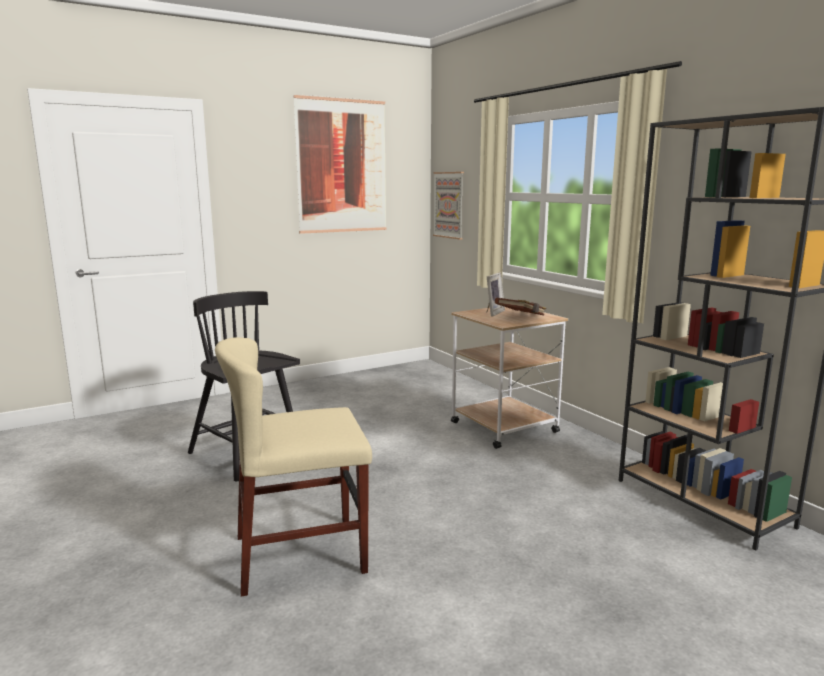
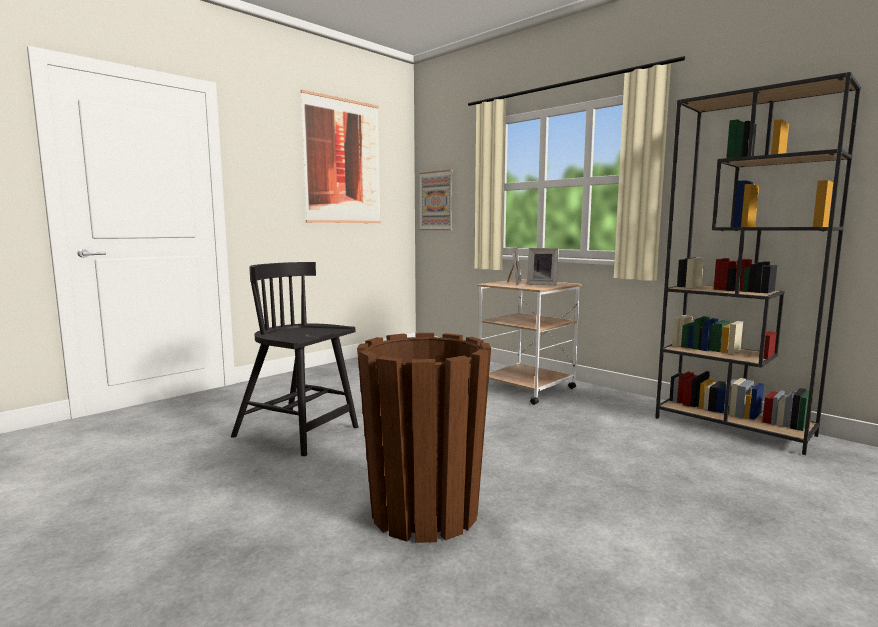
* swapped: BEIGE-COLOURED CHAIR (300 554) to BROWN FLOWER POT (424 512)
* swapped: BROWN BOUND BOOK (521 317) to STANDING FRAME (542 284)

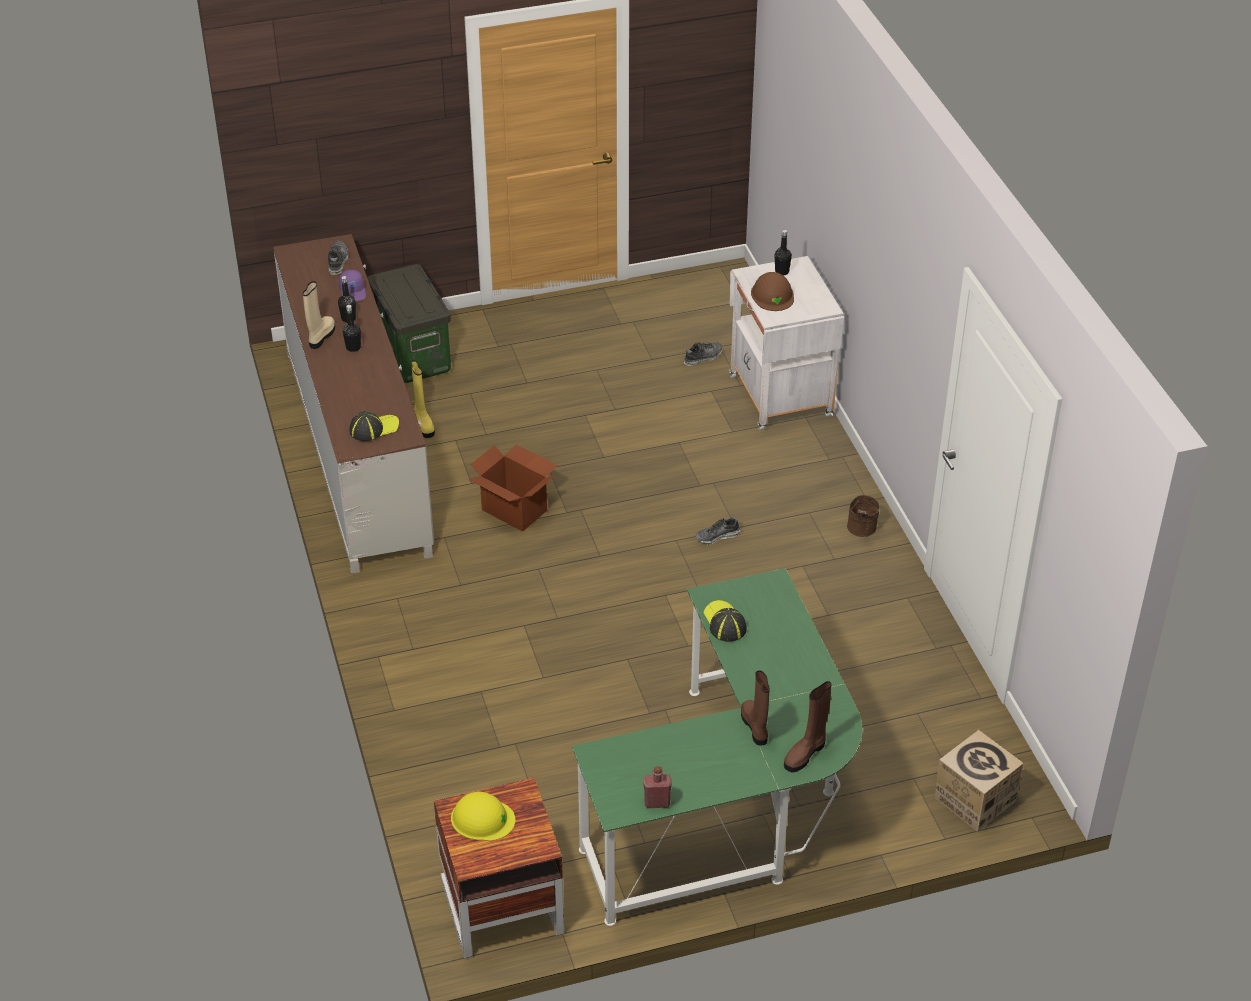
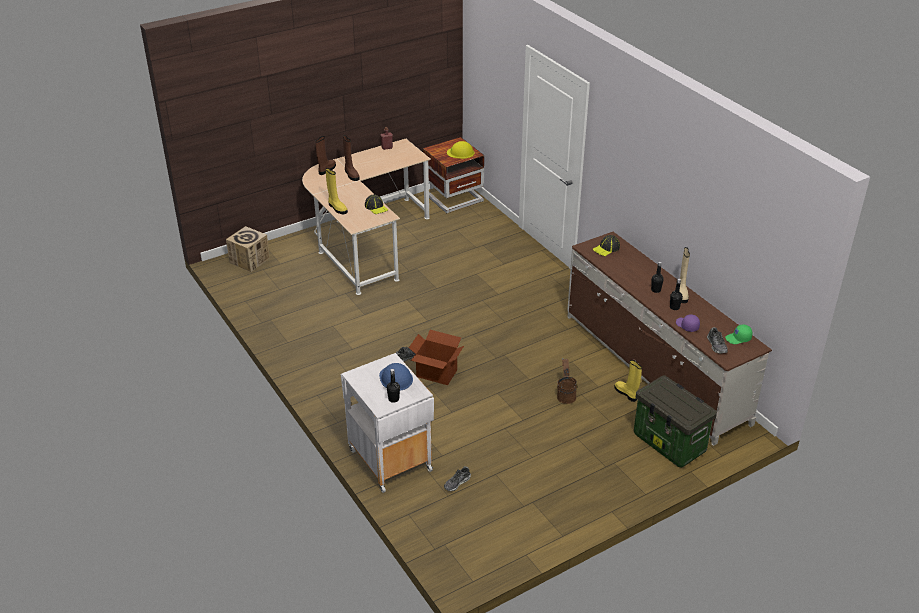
* new: YELLOW TALL BOOT (337 208)
* new: GREEN BASEBALL CAP (738 338)
* shifted: CARDBOARD BOX (514 510) to (436 374)
* shifted: BROWN WATER BUCKET (861 531) to (565 395)
* repainted: GREEN DESK (733 806) to BEIGE-COLOURED DESK (365 241)
* repainted: BROWN WORK HELMET (772 295) to BLUISH WORK HELMET (396 378)

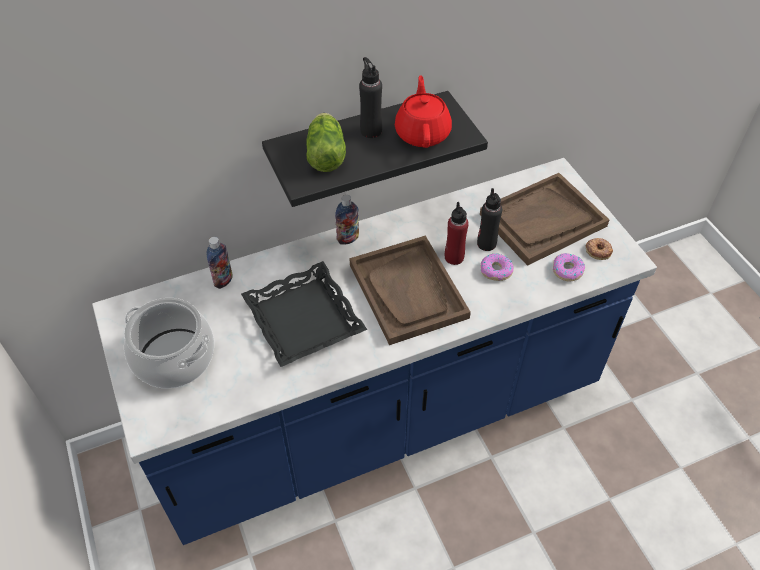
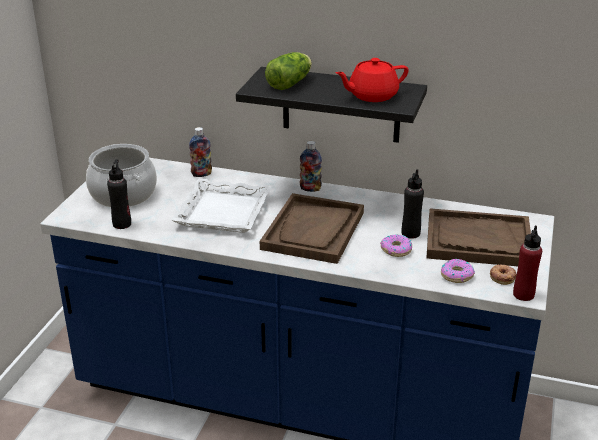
* shifted: BLACKISH BEVERAGE BOTTLE (371 131) to (122 224)
* shifted: REDDISH BEVERAGE BOTTLE (454 257) to (523 294)
* repainted: BLACKISH SERVING TRAY (303 319) to WHITE SERVING TRAY (222 212)
* rotated: REDDISH TEAPOT (422 133) = (372 96) 150 degrees counterclockwise

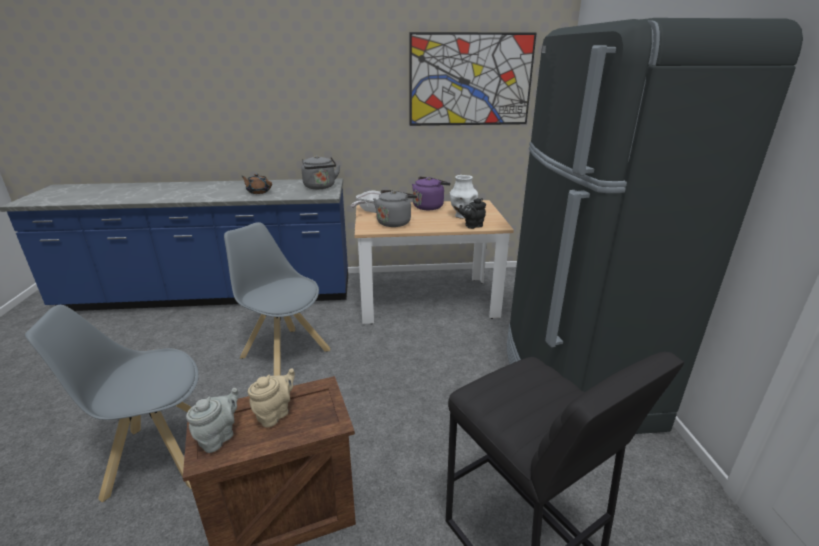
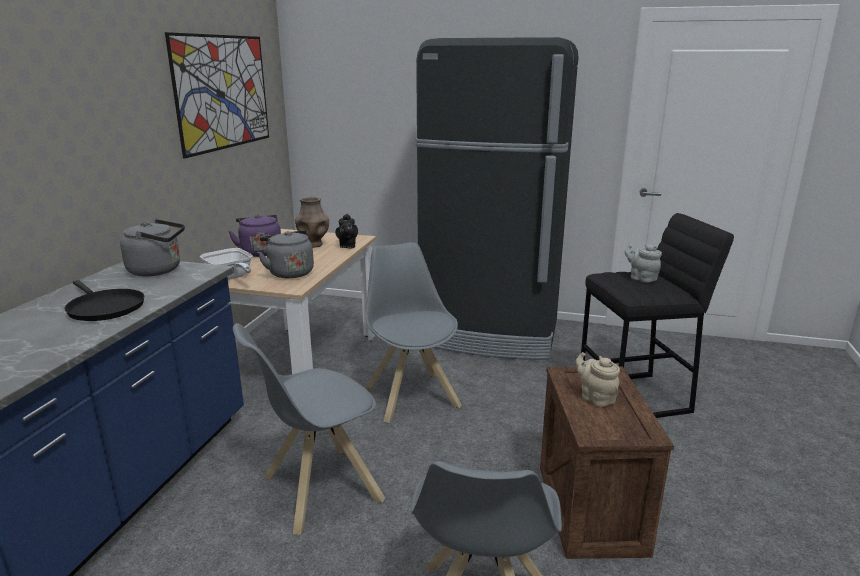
* new: GREYISH CHAIR (411 395)
* shifted: GREYISH TEAPOT (219 437) to (641 278)
* swapped: BROWN TEAPOT (258 192) to BLACKISH PAN (104 308)
* repainted: WHITE DECORATIVE VASE (462 216) to BROWN DECORATIVE VASE (313 245)

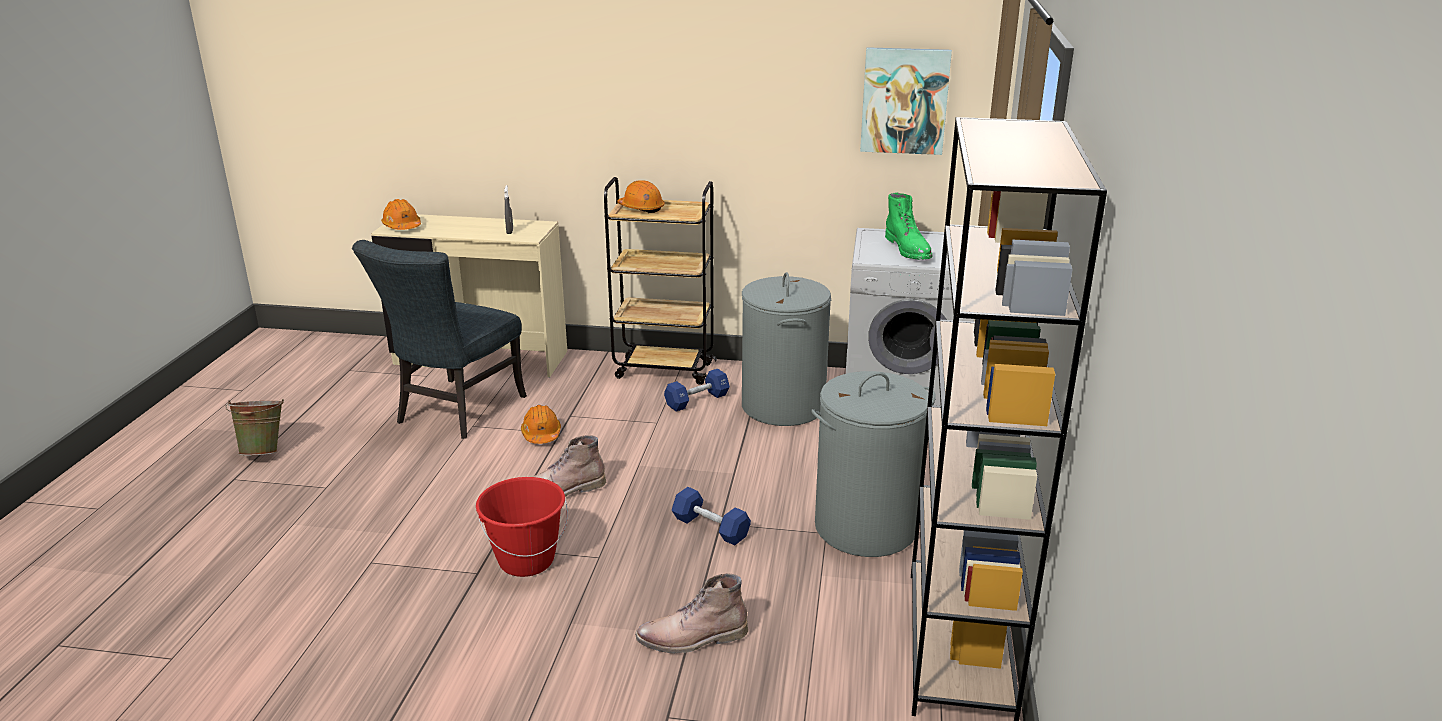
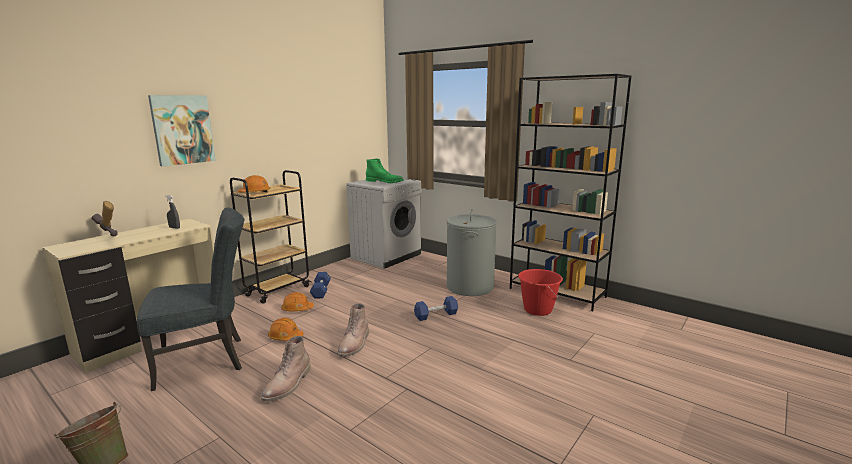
* gone: GREYISH LAUNDRY BASKET (782 406)
* new: HAMMER (108 241)
* shifted: ORANGE-COLOURED WORK HELMET (402 226) to (297 309)
* shifted: REDDISH WATER BUCKET (526 560) to (537 310)
* shifted: BROWN TALL BOOT (692 638) to (288 385)
* shifted: WALL ART (904 101) to (182 129)
* rotated: GREYISH CHAIR (455 412) = (207 360) 75 degrees counterclockwise

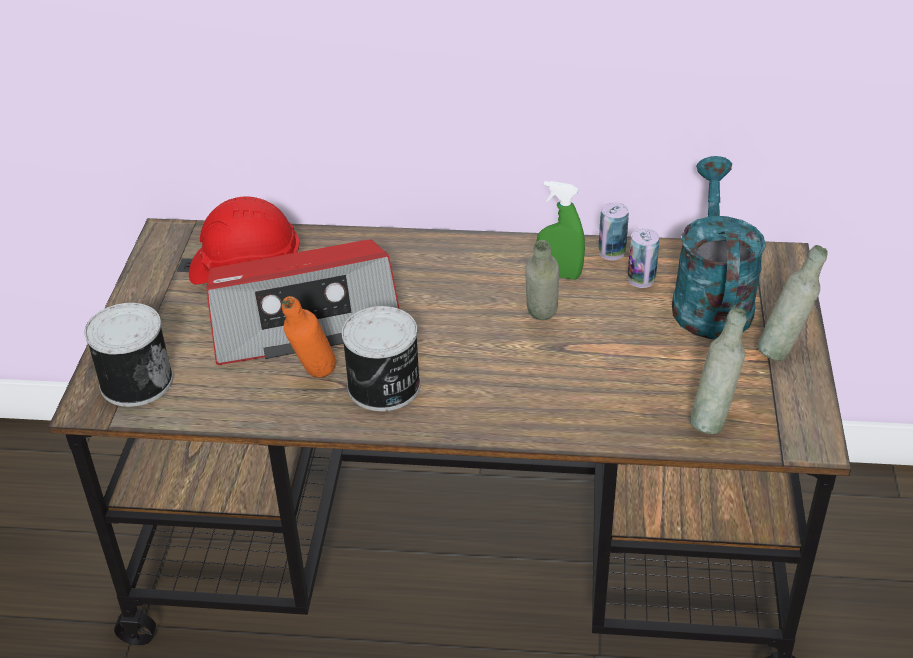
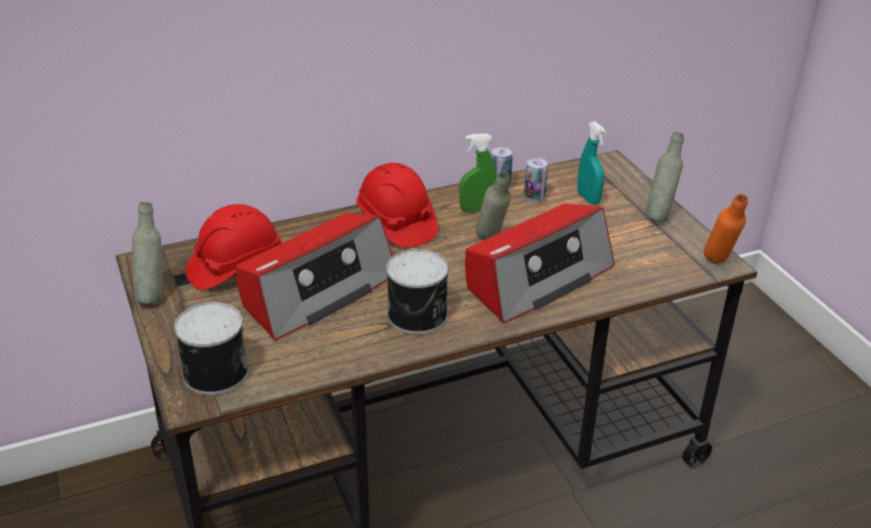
* new: REDDISH WORK HELMET (396 224)
* new: RADIO RECEIVER (537 278)
* shifted: ORANGE-COLOURED BEVERAGE BOTTLE (314 380) to (718 266)
* shifted: GREYISH BEVERAGE BOTTLE (712 420) to (153 295)
* swapped: TURQUOISE-COLOURED SPRINKLING CAN (710 299) to TURQUOISE-COLOURED SPRAYER (588 198)

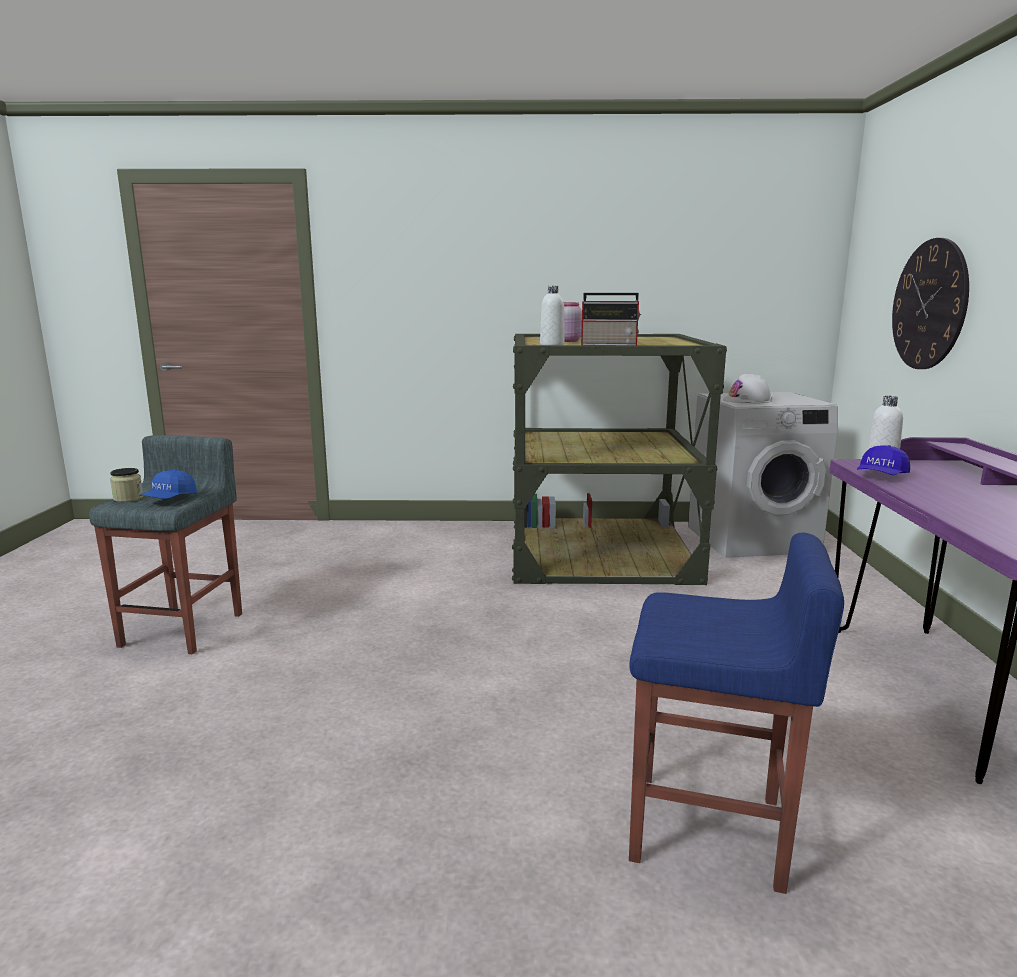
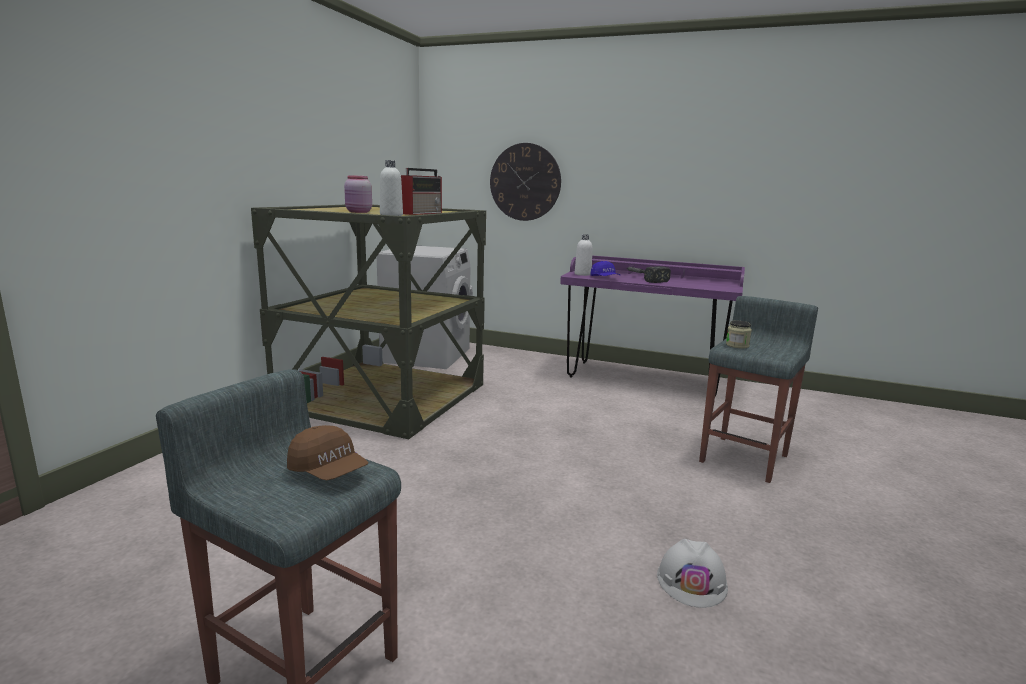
* new: HAMMER (643 278)
* shifted: JAR (128 498) to (737 345)
* shifted: WHITE WORK HELMET (747 400) to (692 581)
* repainted: BLUISH BASEBALL CAP (169 499) to BROWN BASEBALL CAP (329 471)
* repainted: BLUISH STOOL SEAT (709 830) to GREYISH STOOL SEAT (745 458)

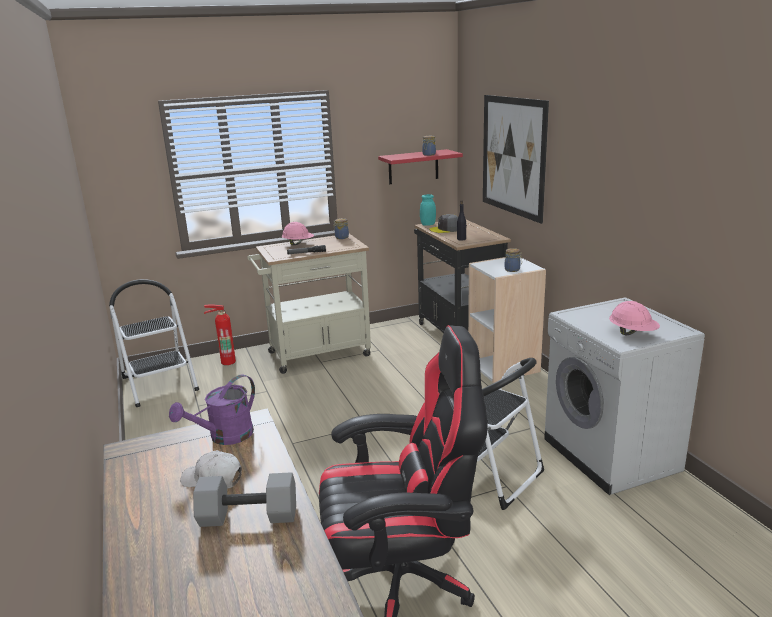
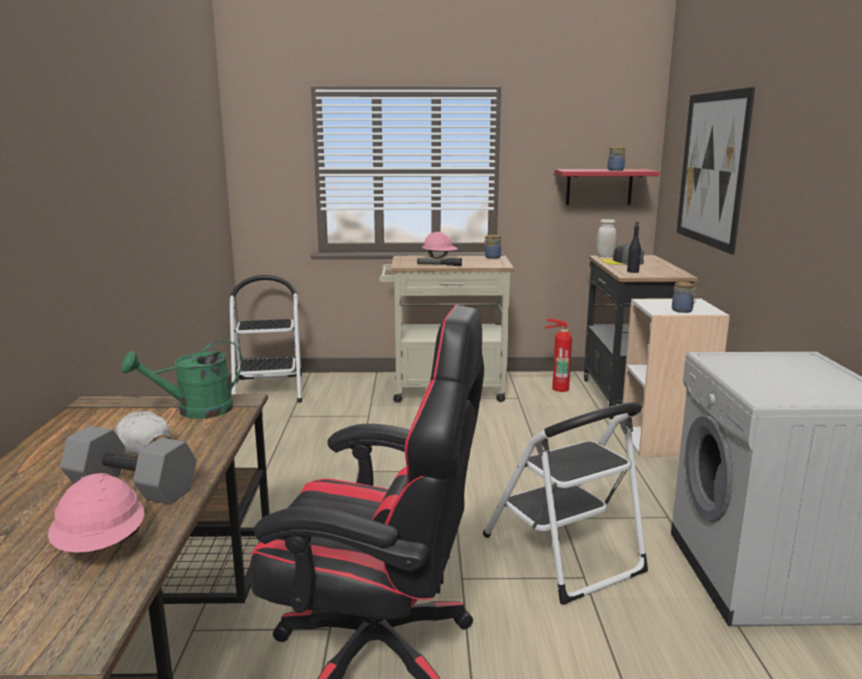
* shifted: FIRE EXTINGUISHER (227 361) to (559 388)
* shifted: PINK WORK HELMET (632 334) to (102 546)
* repainted: PURPLE SPRINKLING CAN (224 437) to GREEN SPRINKLING CAN (195 411)
* repainted: TURQUOISE-COLOURED JAR (428 224) to WHITE JAR (605 256)

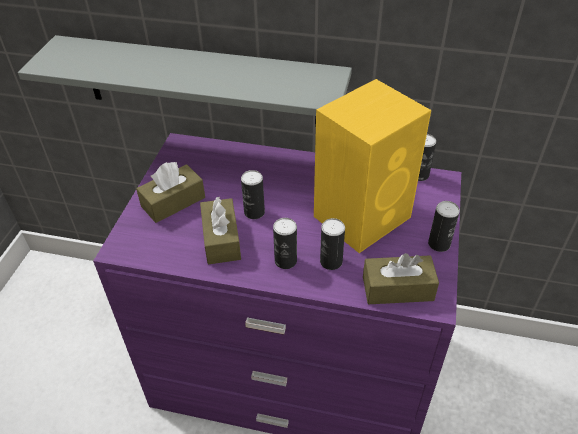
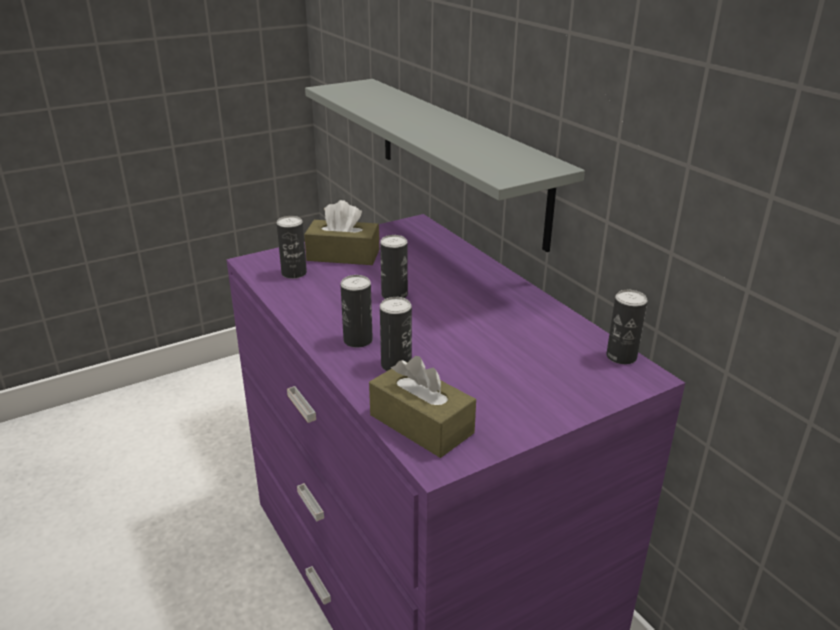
* gone: BROWN TISSUE HOLDER (221 239)
* gone: YELLOW AUDIO SPEAKER (363 215)
* shifted: SEALED CAN (439 244) to (294 273)

